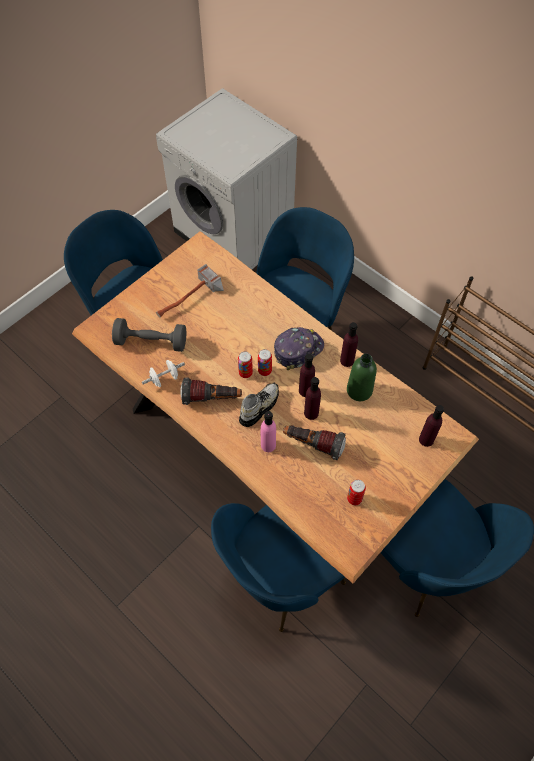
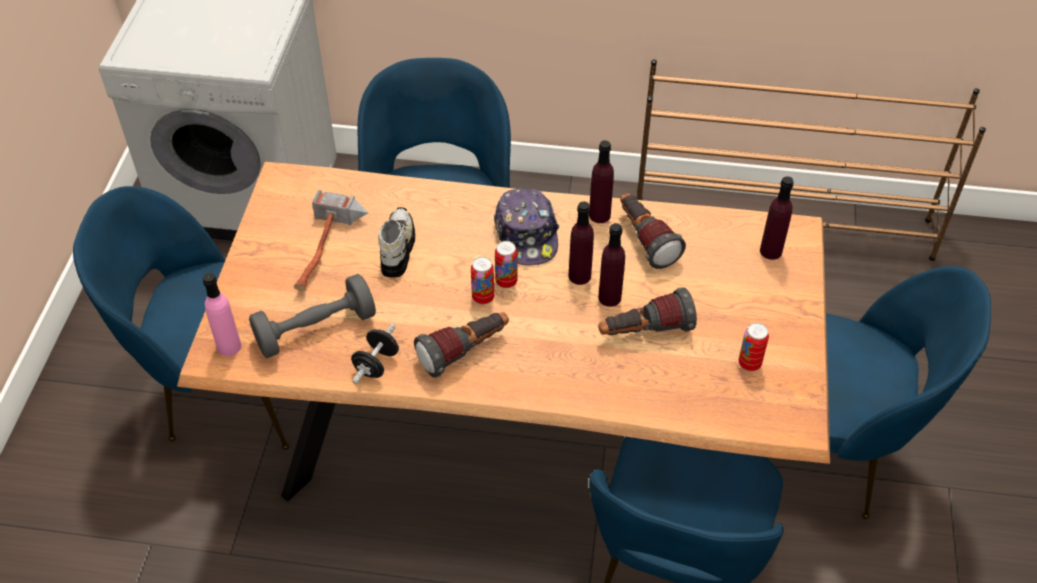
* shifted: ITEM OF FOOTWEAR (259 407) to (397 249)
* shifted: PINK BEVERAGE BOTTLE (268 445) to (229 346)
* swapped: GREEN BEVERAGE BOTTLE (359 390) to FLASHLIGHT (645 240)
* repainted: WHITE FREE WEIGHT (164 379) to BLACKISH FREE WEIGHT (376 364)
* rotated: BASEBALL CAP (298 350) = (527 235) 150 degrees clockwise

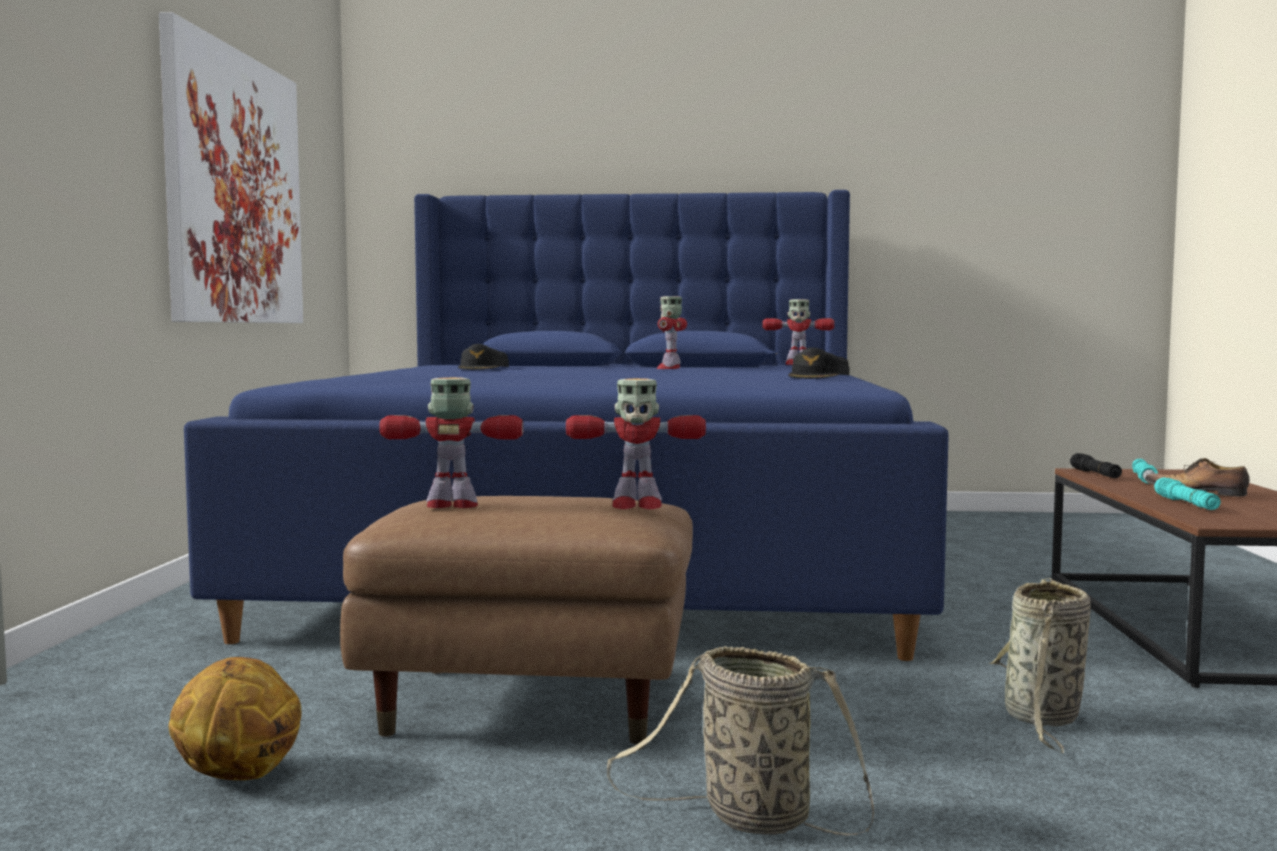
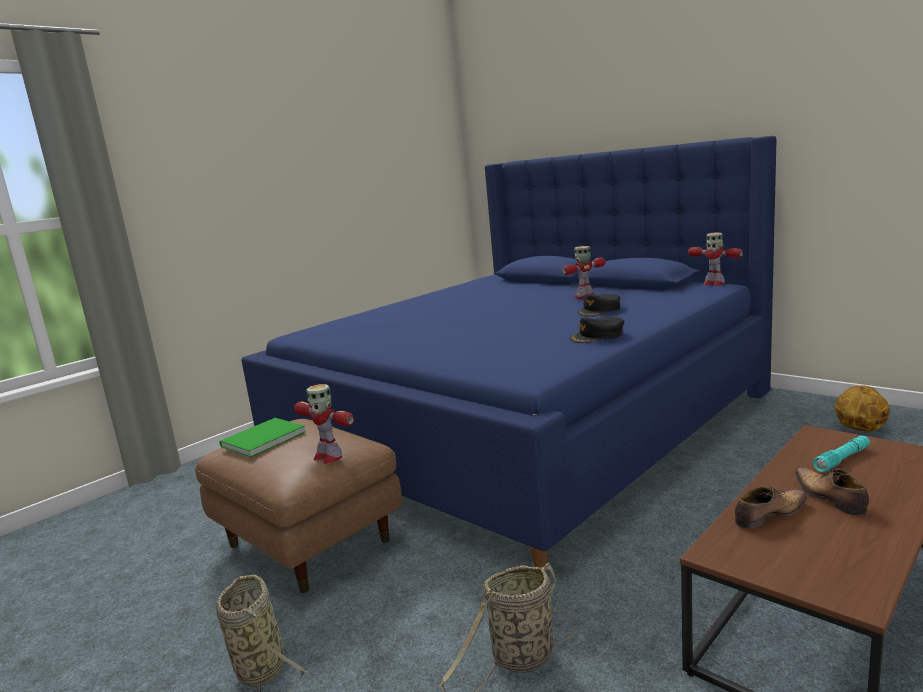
* gone: WALL ART (234 189)
* gone: BLACKISH FLASHLIGHT (1095 474)
* shifted: BASKETBALL BALL (237 776) to (860 429)
* shifted: BLACKISH BASEBALL CAP (483 368) to (599 310)
* swapped: MODEL ROBOT (454 505) to GREEN BOUND BOOK (260 439)
* swapped: TURQUOISE-COLOURED FLASHLIGHT (1186 504) to ITEM OF FOOTWEAR (768 515)

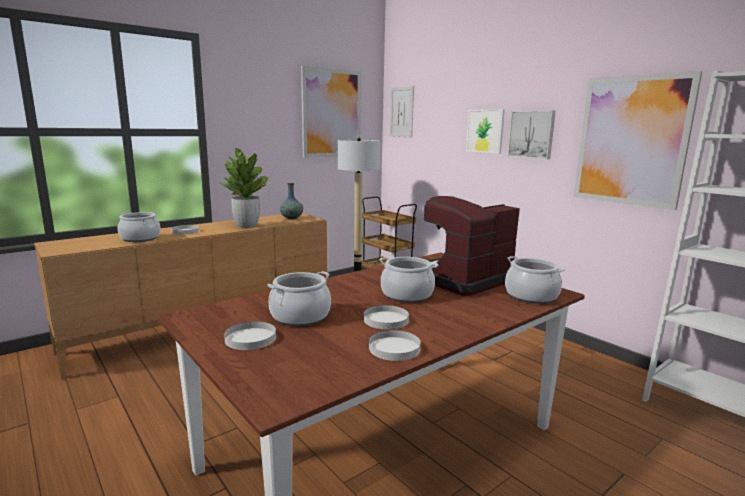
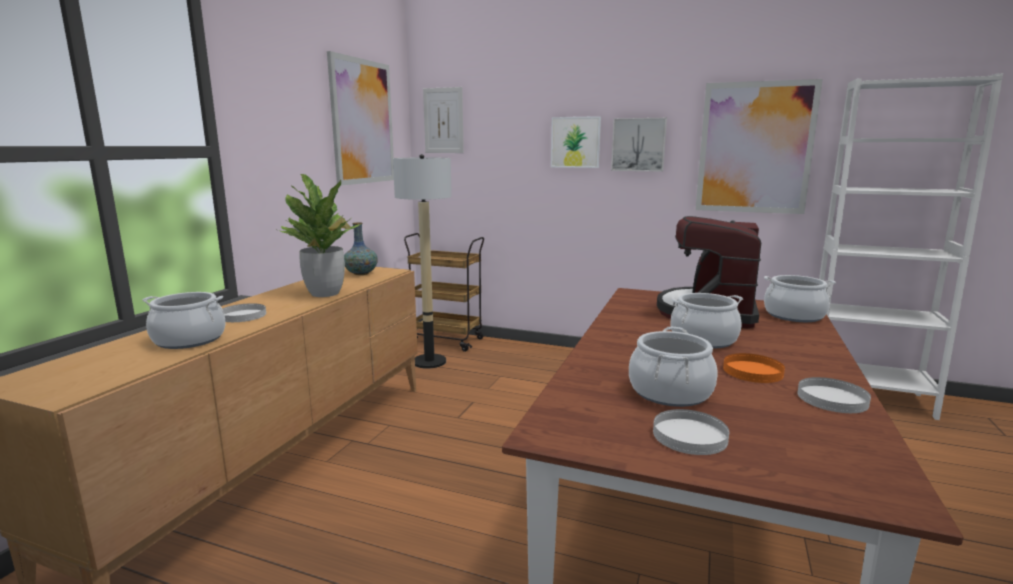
* repainted: WHITE PLATE (386 320) to ORANGE-COLOURED PLATE (753 371)

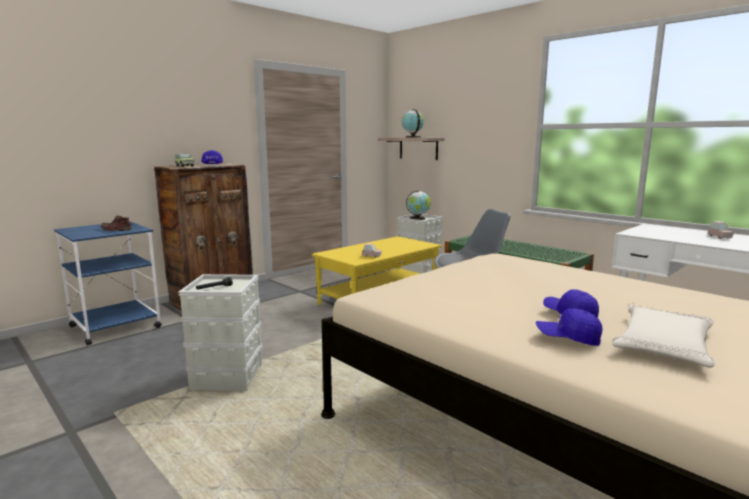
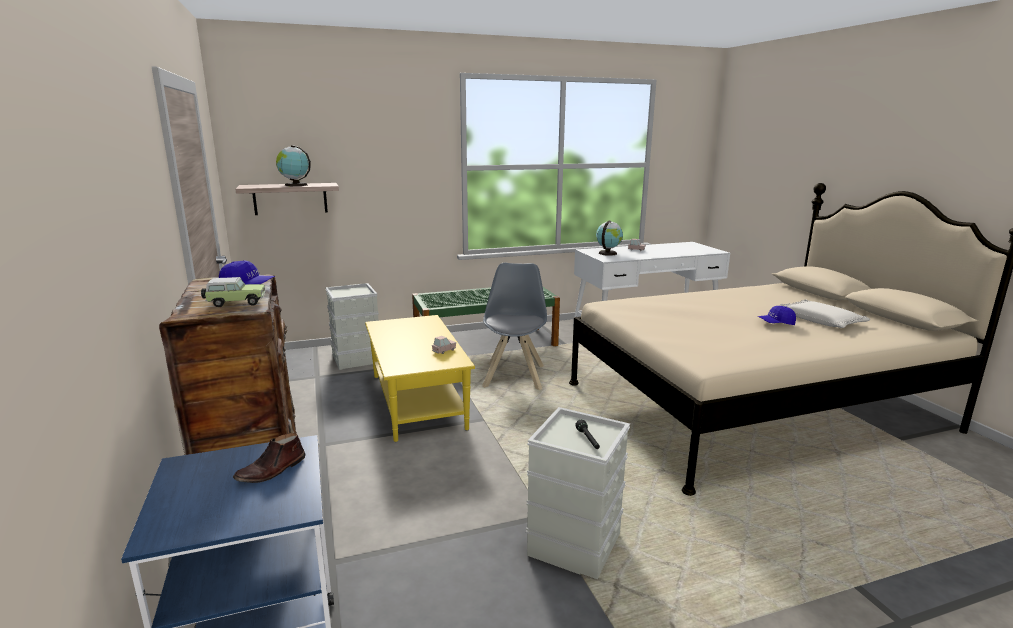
* gone: BLUISH BASEBALL CAP (568 338)
* shifted: DESK GLOBE (418 218) to (608 253)

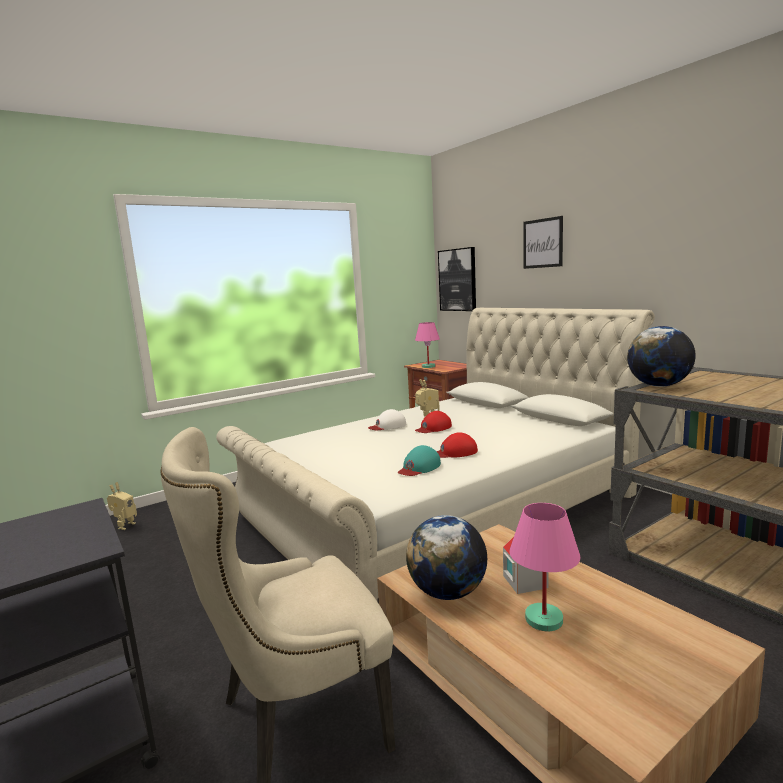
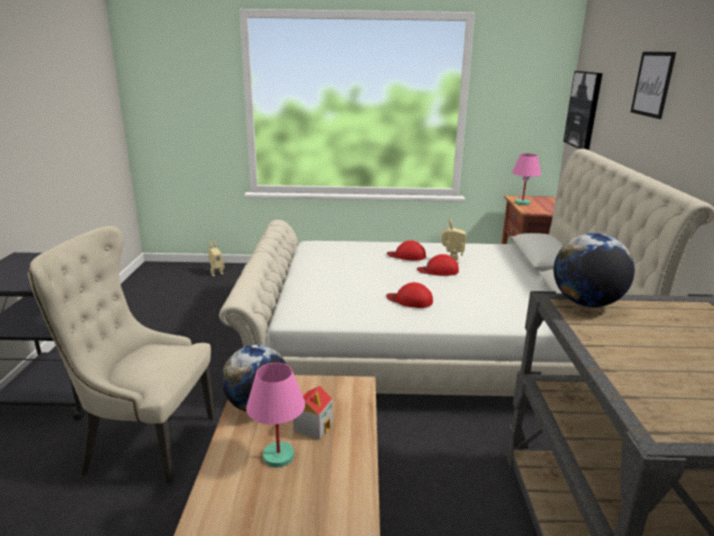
* gone: TURQUOISE-COLOURED BASEBALL CAP (419 467)
* repainted: WHITE BASEBALL CAP (387 426) to REDDISH BASEBALL CAP (407 255)

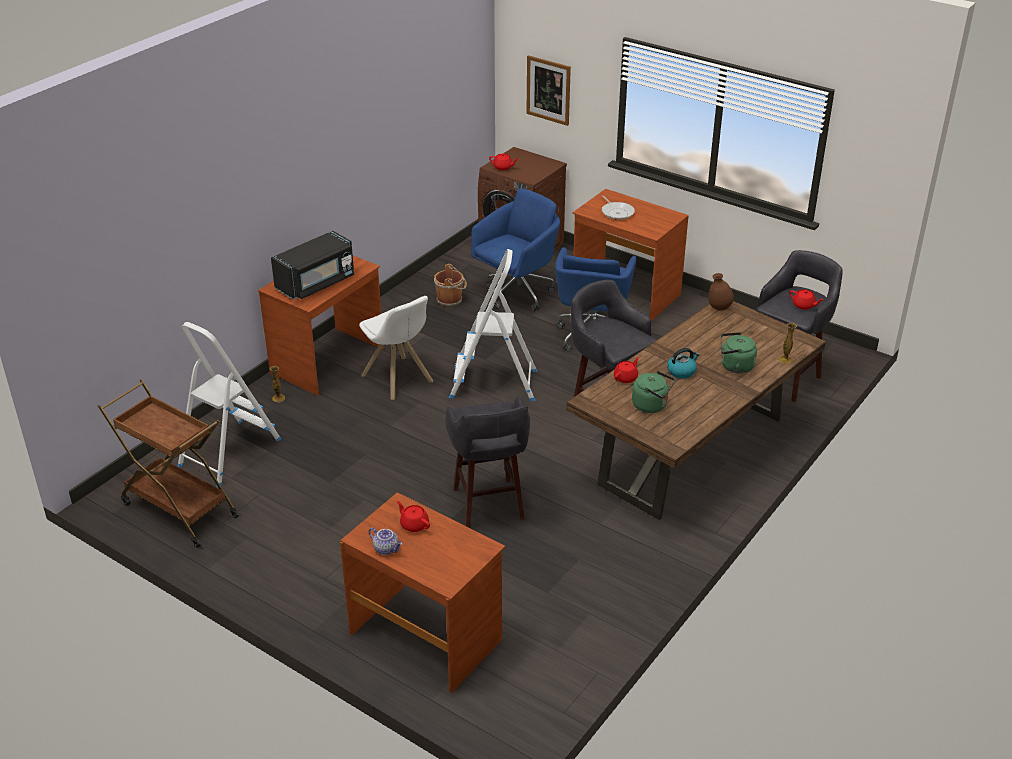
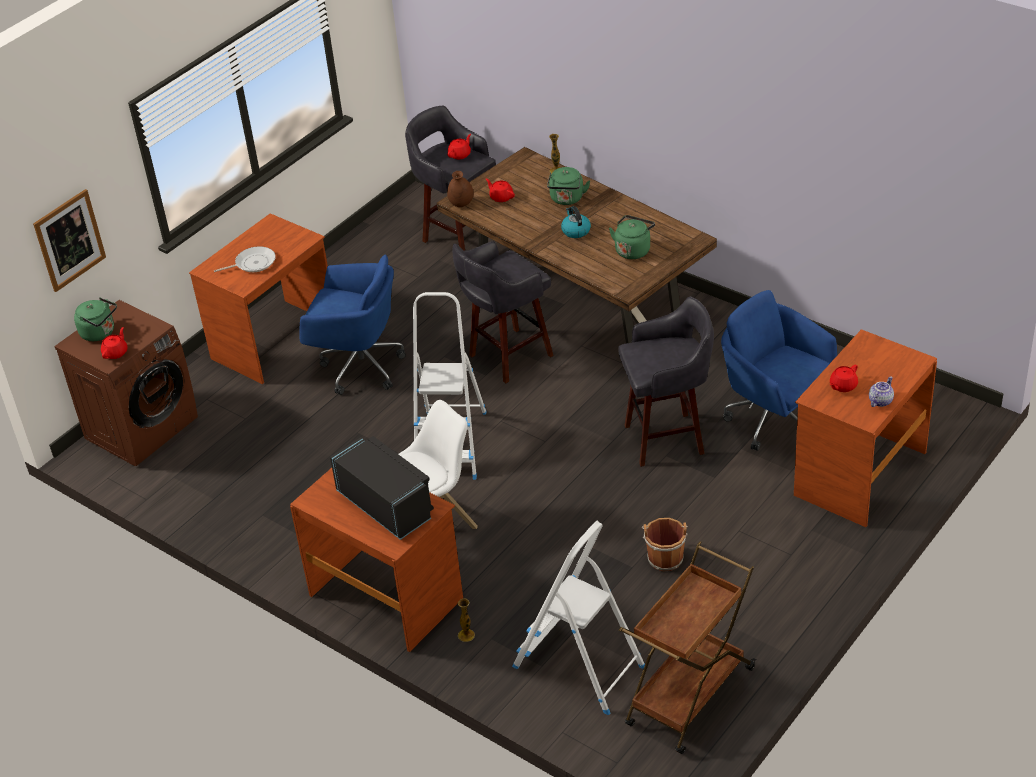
* new: GREEN TEA KETTLE (100 333)
* shifted: BROWN WATER BUCKET (450 300) to (665 557)
* shifted: BLUISH DESK CHAIR (516 296) to (775 423)
* shifted: REDDISH TEAPOT (626 378) to (501 197)

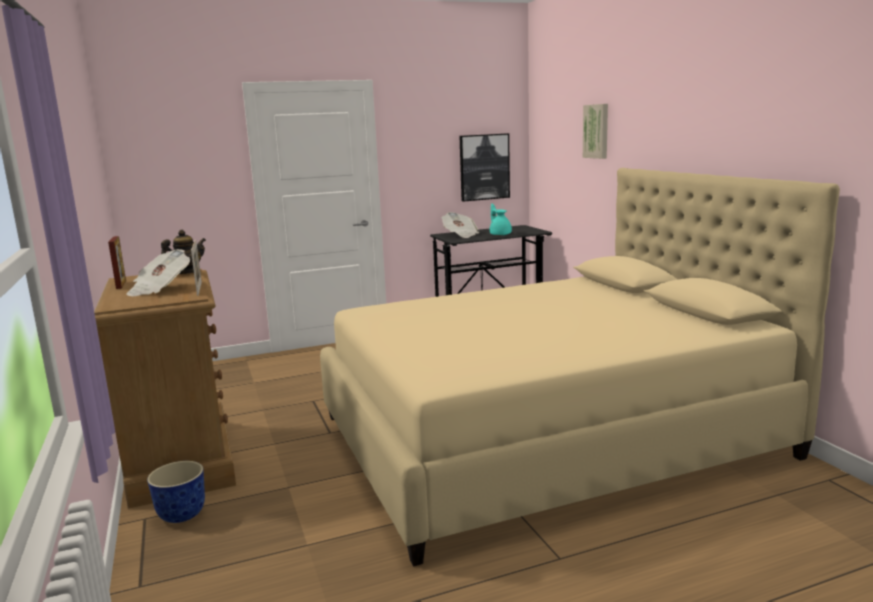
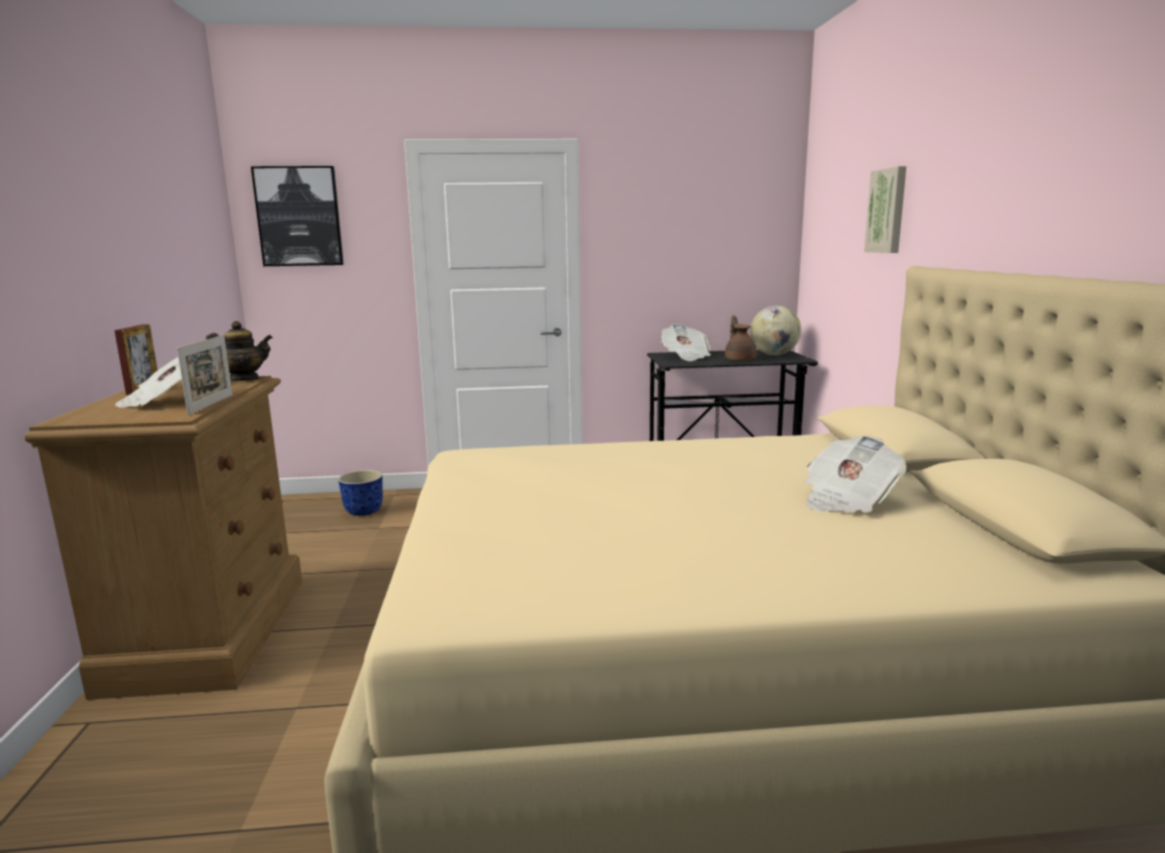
* new: DESK GLOBE (774 355)
* new: PRINTED PAPER (847 500)
* shifted: FLOWER POT (181 514) to (363 511)
* shifted: WALL ART (484 167) to (299 216)
* repainted: TURQUOISE-COLOURED TEAPOT (500 234) to BROWN TEAPOT (740 359)

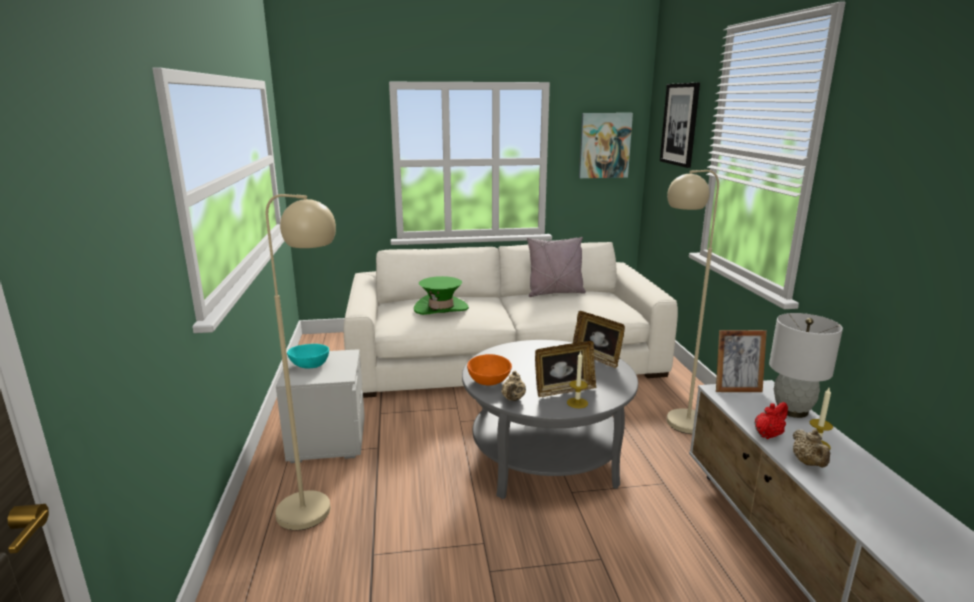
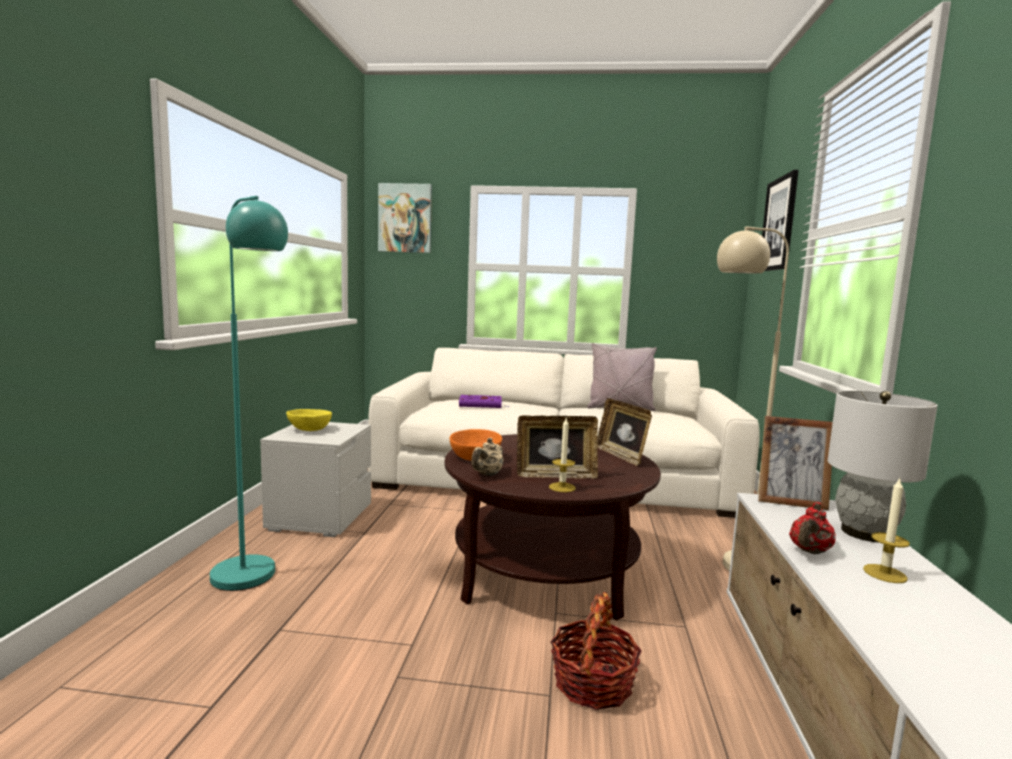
* gone: BEIGE-COLOURED TEAPOT (808 463)
* new: BASKET (593 683)
* shifted: WALL ART (604 145) to (405 218)
* swapped: GREEN CLOTHING HAT (441 308) to PURPLE BOUND BOOK (482 405)
* repainted: BEIGE-COLOURED STANDING LAMP (317 517) to TURQUOISE-COLOURED STANDING LAMP (253 582)
* repainted: TURQUOISE-COLOURED BOWL (310 365) to YELLOW BOWL (309 429)
* repainted: GREYISH LOW TABLE (545 457) to BROWN LOW TABLE (545 572)
* rotated: REDDISH TEAPOT (768 434) = (809 551) 150 degrees clockwise

